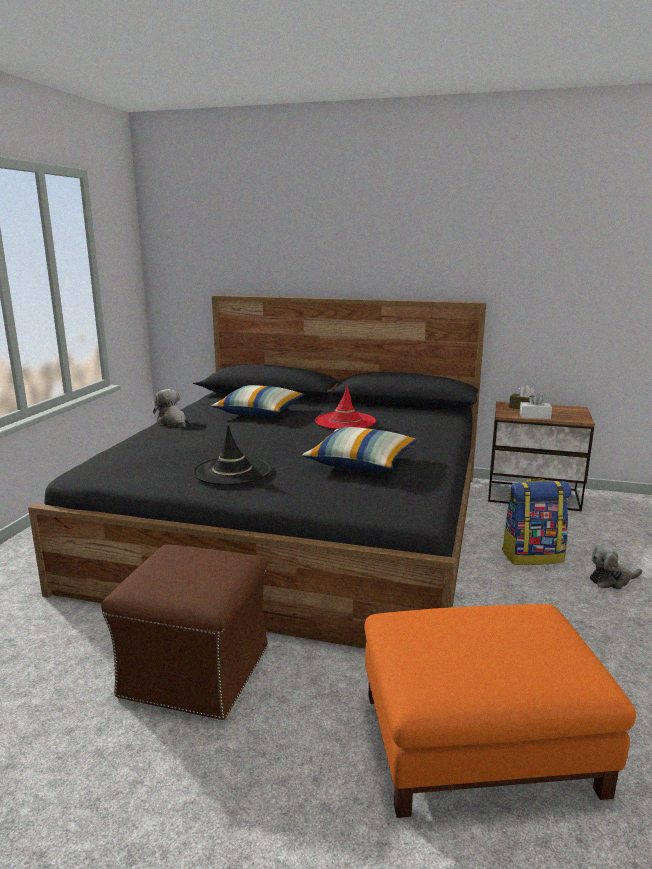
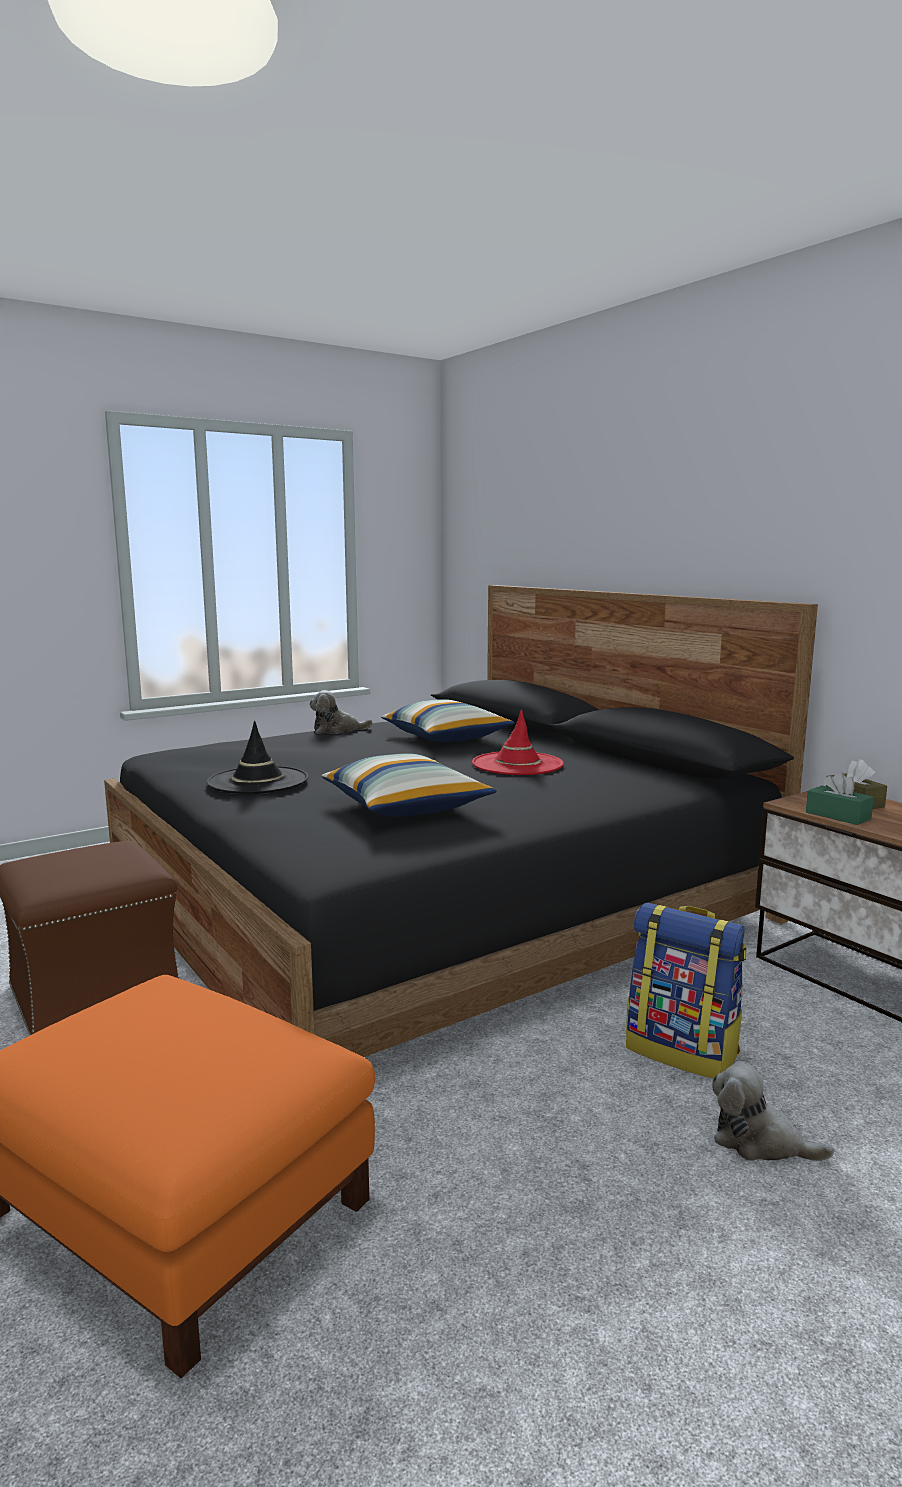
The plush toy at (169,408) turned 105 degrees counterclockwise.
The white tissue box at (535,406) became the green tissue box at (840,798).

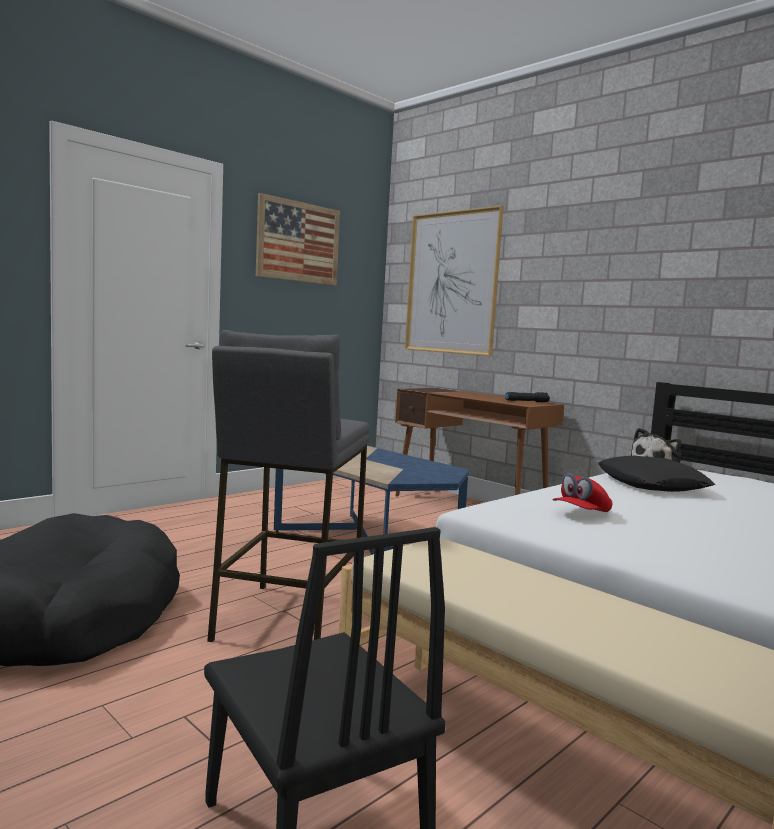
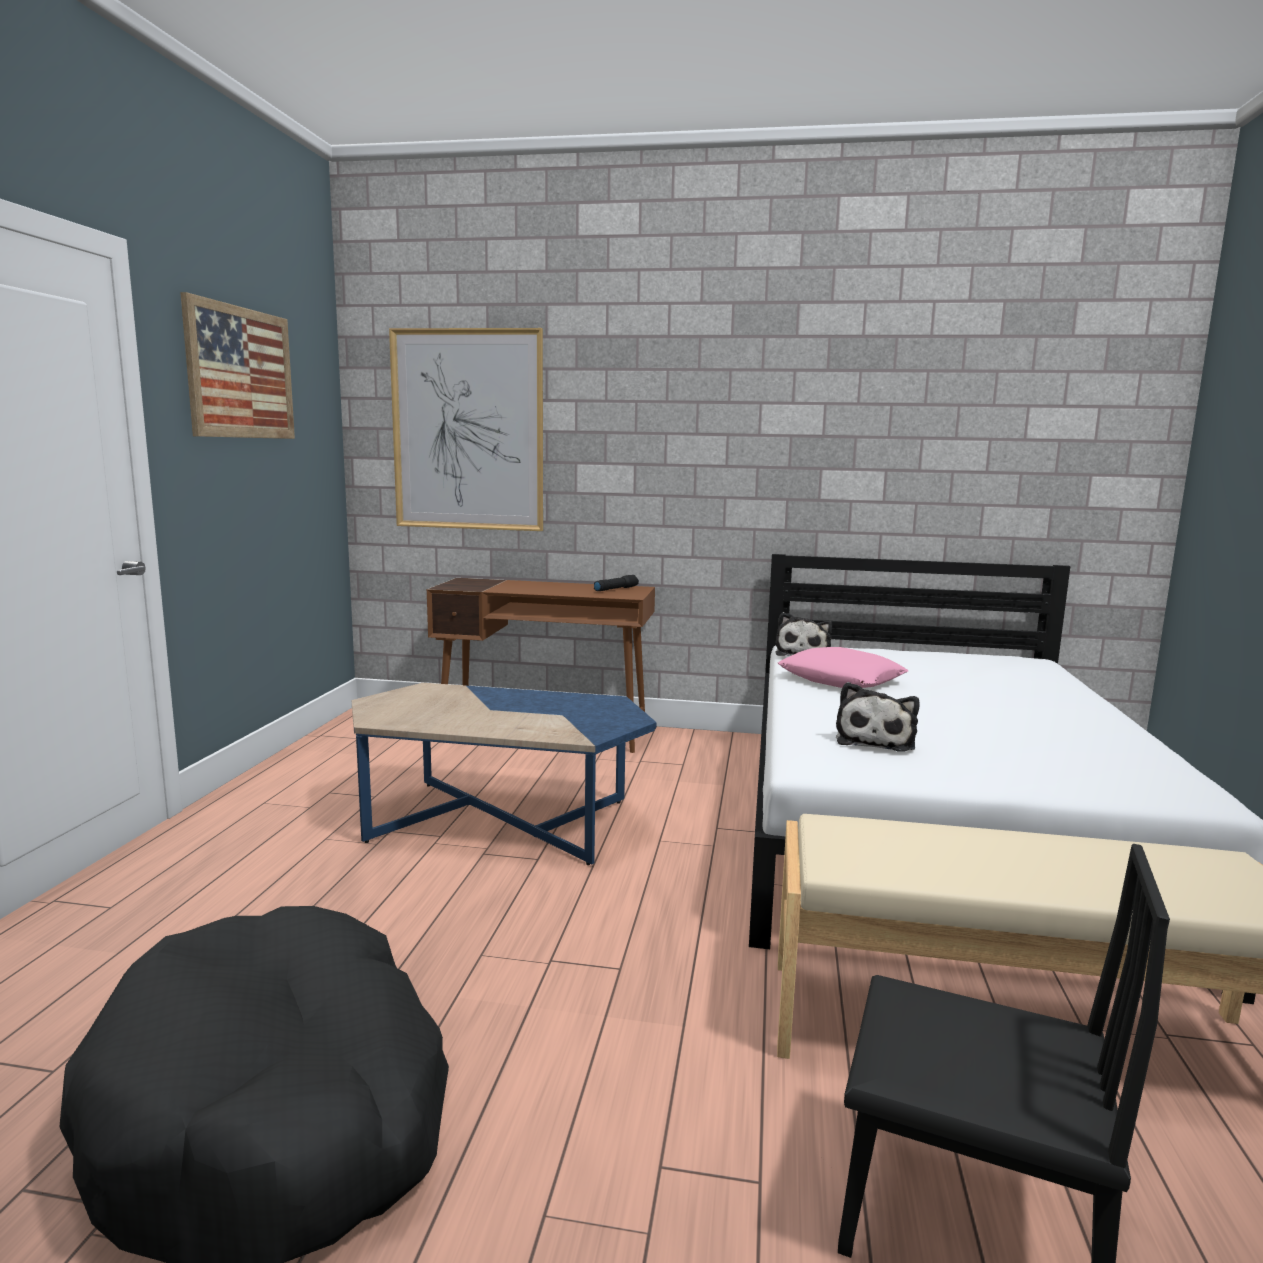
The grey stool at (288,486) disappeared.
The red cap at (582,492) was replaced by the plush toy at (877,717).
The black pillow at (657,474) became the pink pillow at (843,667).

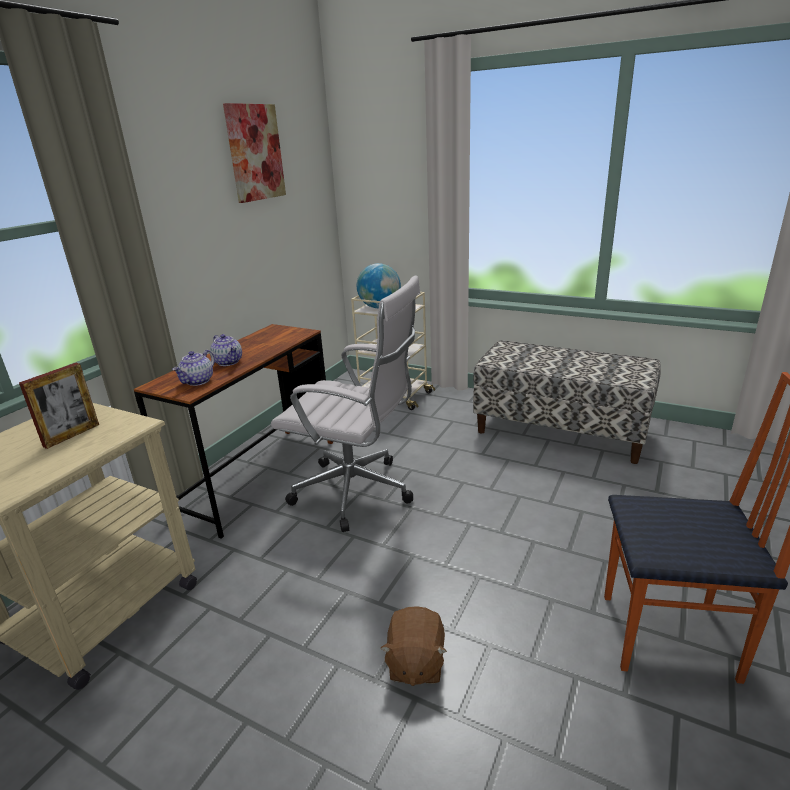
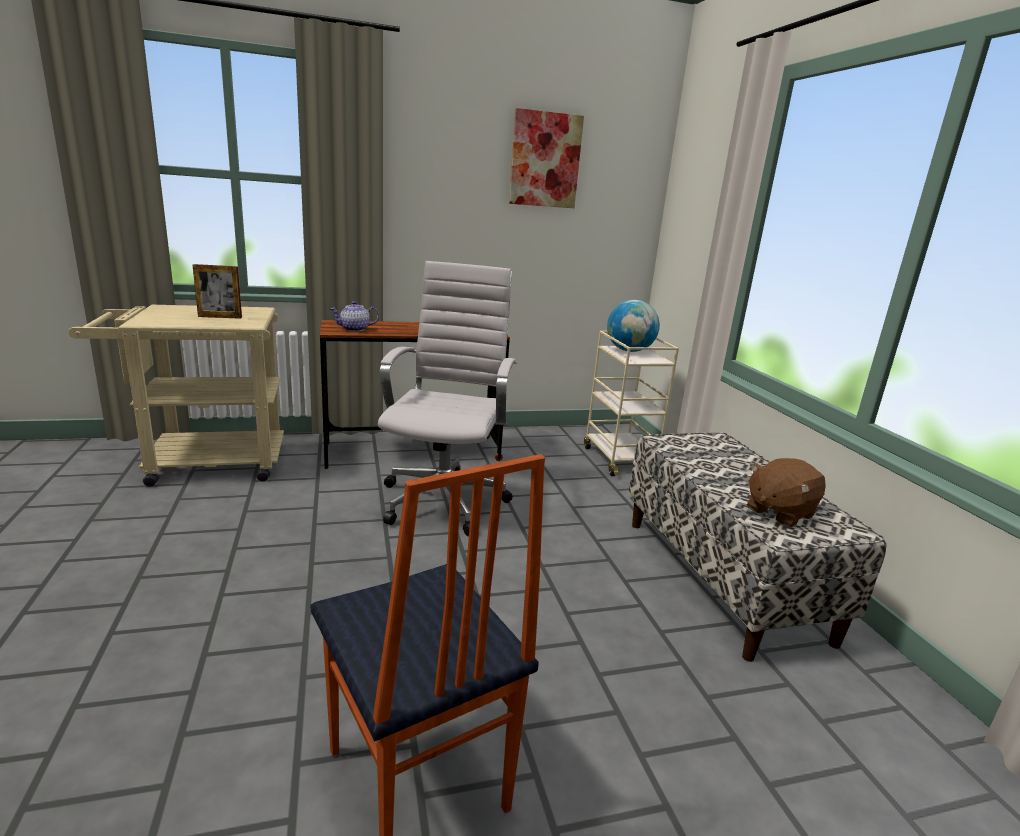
The teapot at (226,350) disappeared.
The white office chair at (345,403) turned 150 degrees counterclockwise.
The brown plush toy moved from (413,646) to (786,492).

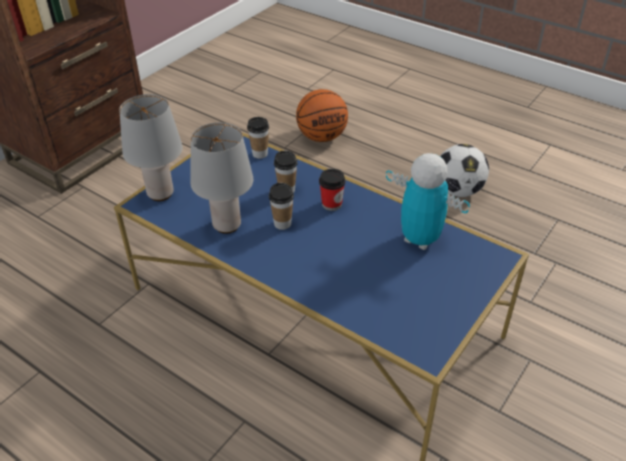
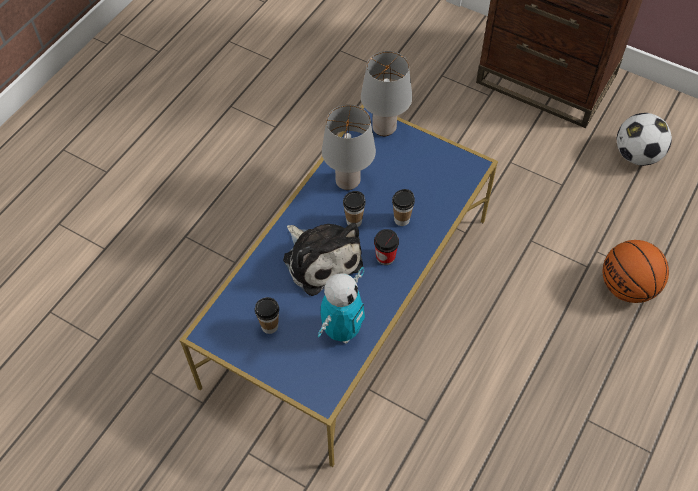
The cup moved from (258,138) to (267,315).
The football moved from (464,170) to (644,139).
The plush toy at (323,259) appeared.

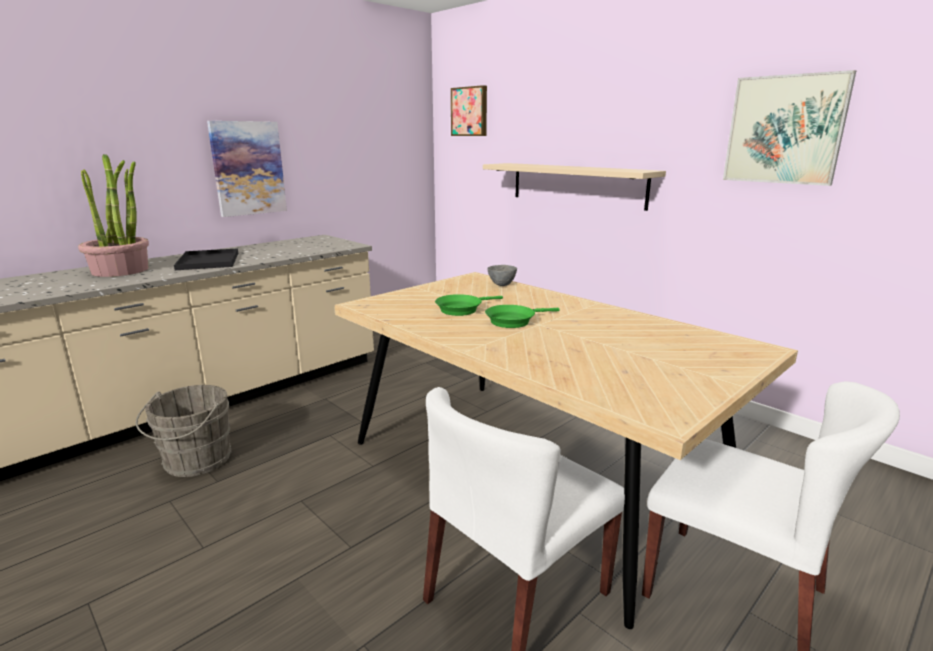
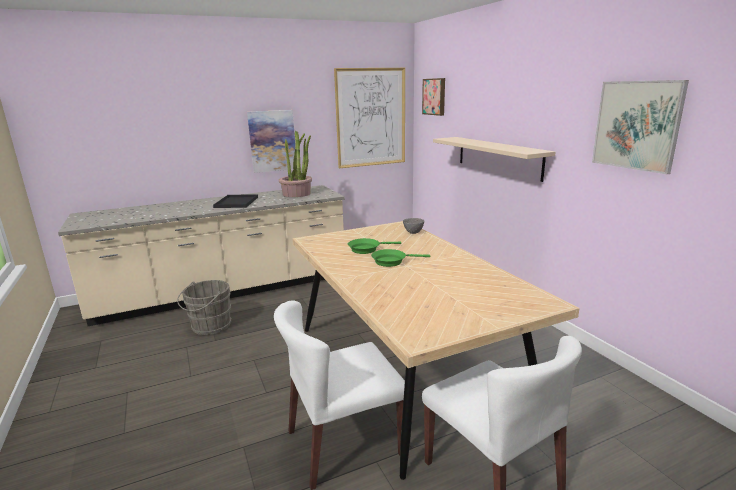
The potted plant moved from (113,215) to (295,164).
The picture at (369,118) appeared.

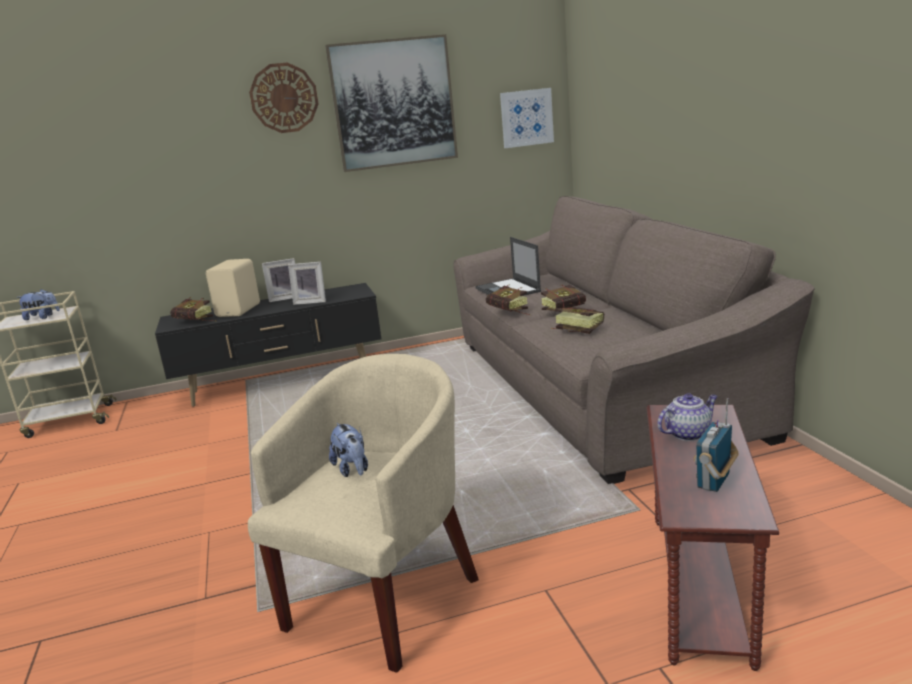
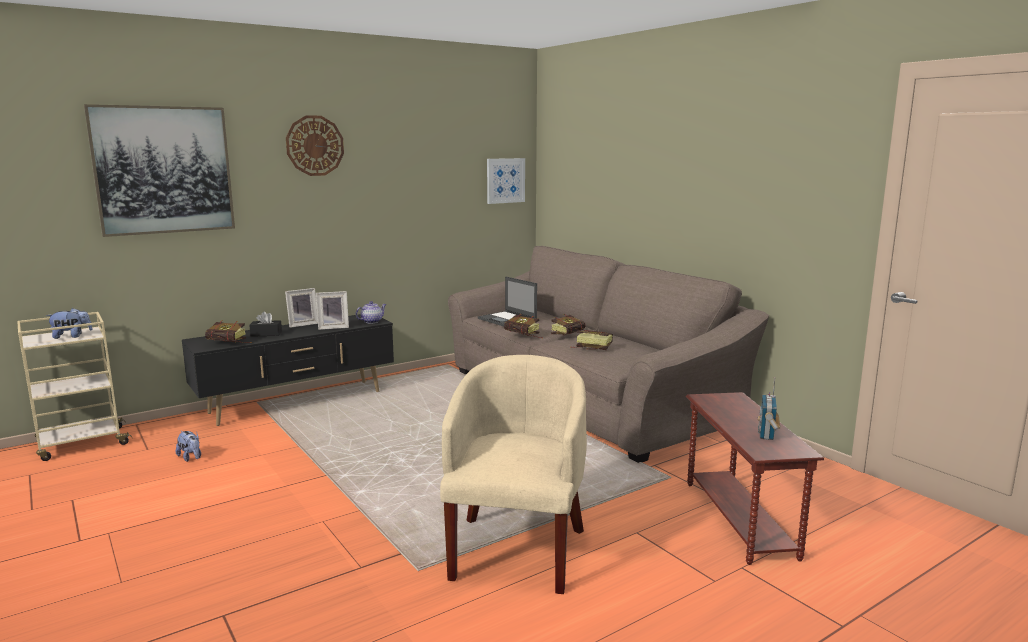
The beige speaker at (233,288) was replaced by the black tissue box at (265,324).
The picture moved from (391,103) to (159,170).
The plush toy moved from (348,450) to (188,446).
The teapot moved from (687,417) to (371,312).

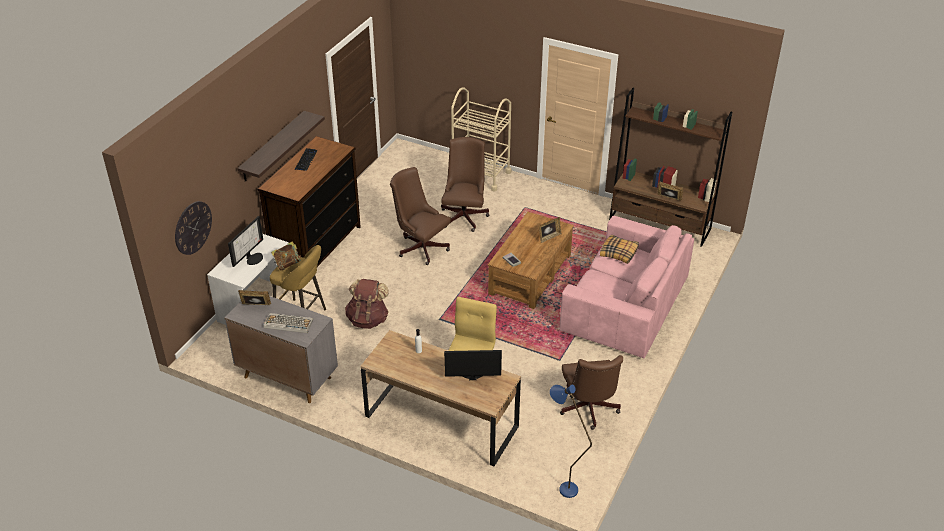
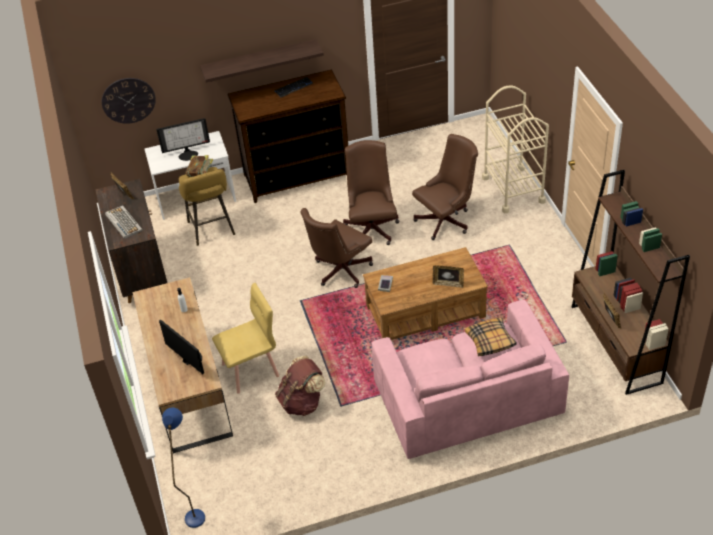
The grey cabinet at (281,346) became the brown cabinet at (131,241).
The brown backpack moved from (367,304) to (300,386).
The brown office chair moved from (591,392) to (336,248).

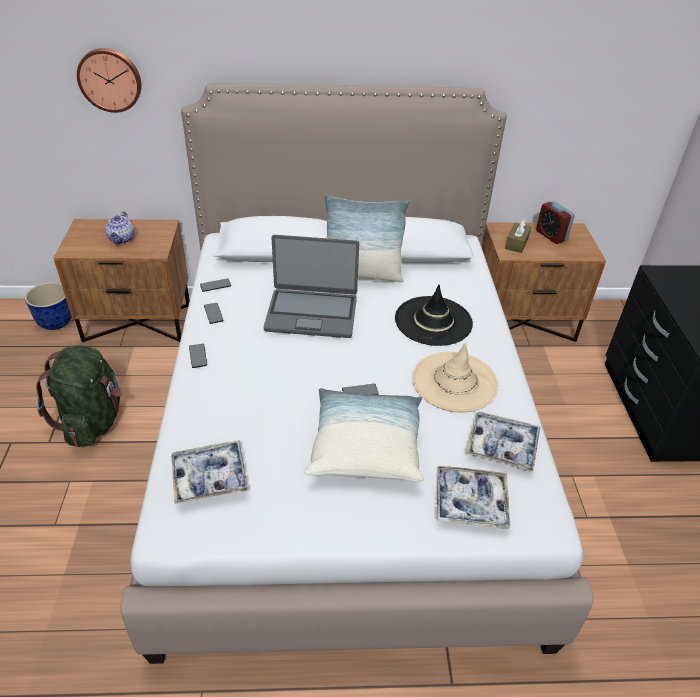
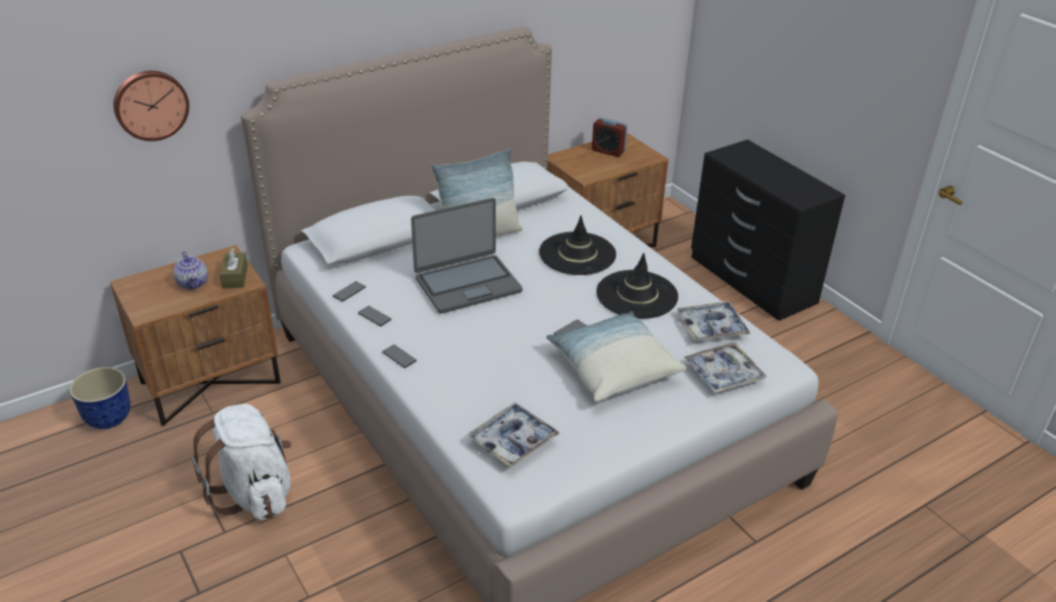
The green backpack at (79,396) became the white backpack at (242,462).
The beige hat at (455,377) became the black hat at (637,286).
The brown tissue box moved from (518,236) to (234,268).

